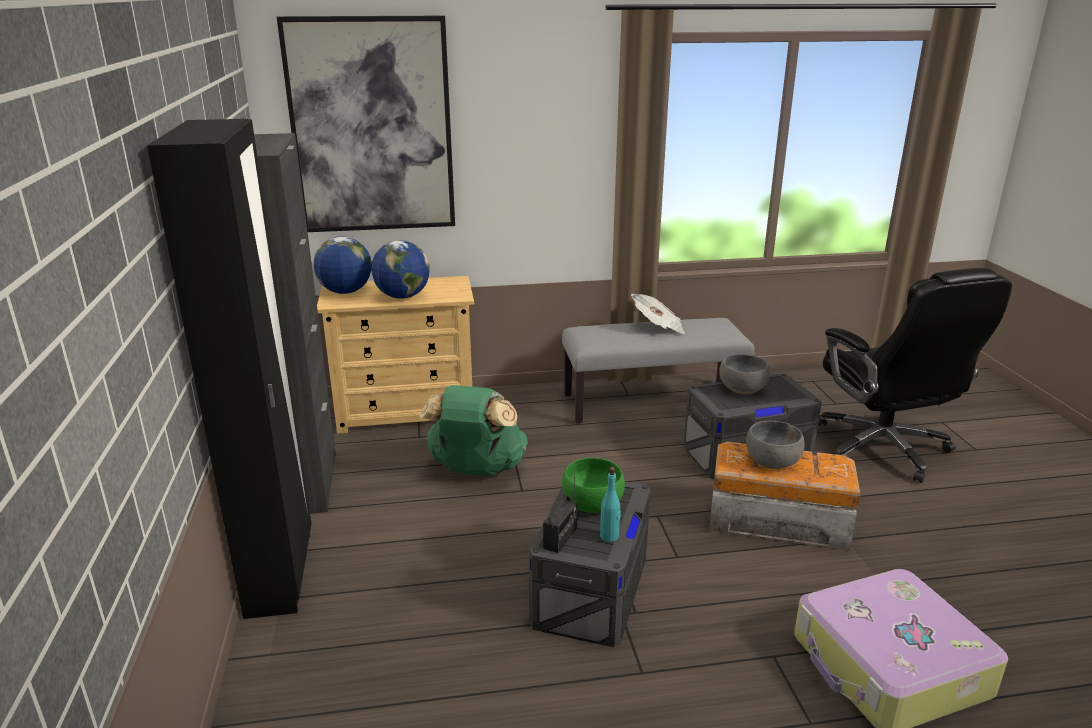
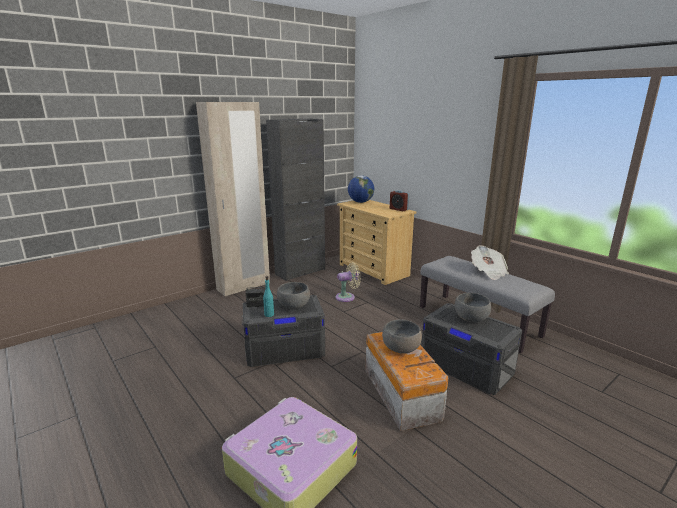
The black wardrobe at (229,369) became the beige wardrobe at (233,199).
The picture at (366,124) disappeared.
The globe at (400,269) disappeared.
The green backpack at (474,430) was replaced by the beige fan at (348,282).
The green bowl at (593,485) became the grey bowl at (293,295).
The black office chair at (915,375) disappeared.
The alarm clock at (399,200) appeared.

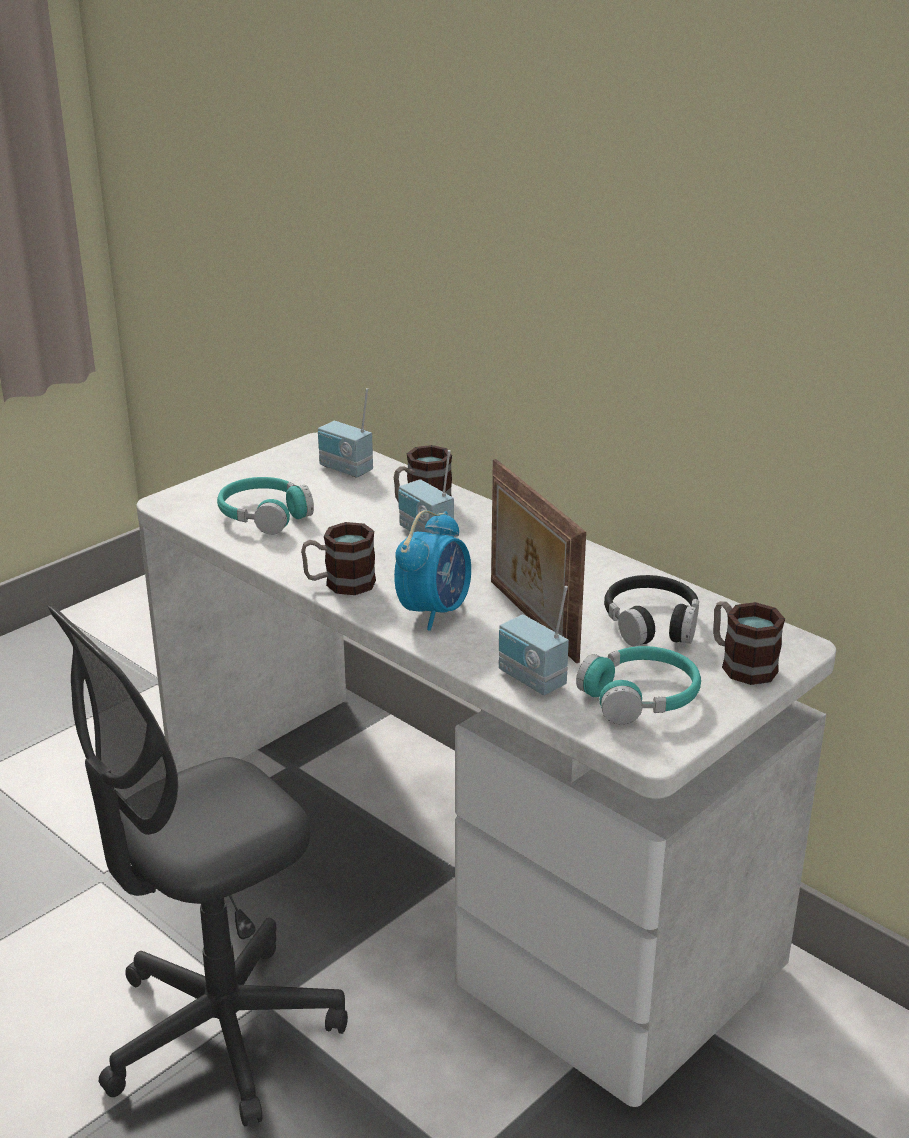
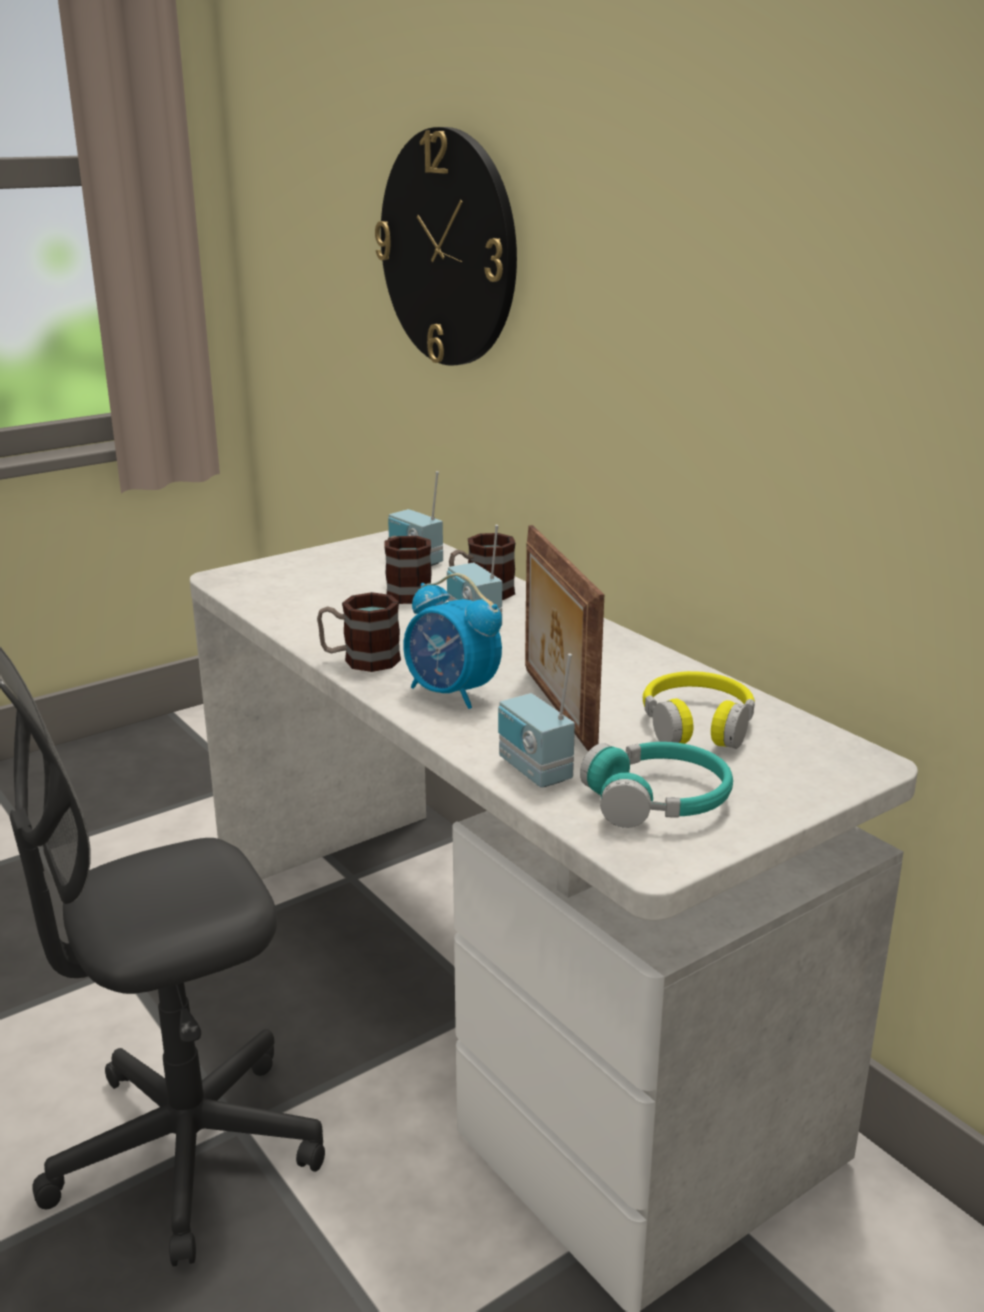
The turquoise headphones at (265,506) disappeared.
The alarm clock at (432,570) turned 90 degrees clockwise.
The black headphones at (651,611) became the yellow headphones at (699,710).
The mug moved from (749,643) to (408,570).
The wall clock at (446,246) appeared.

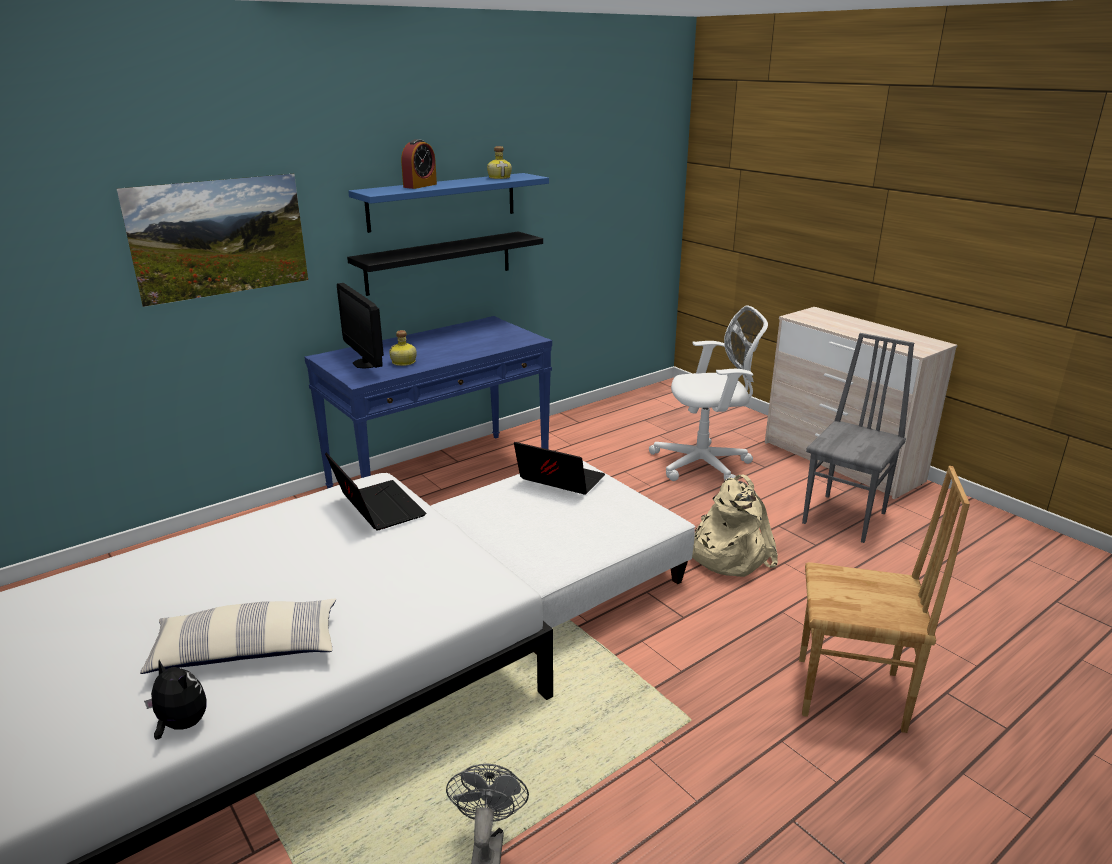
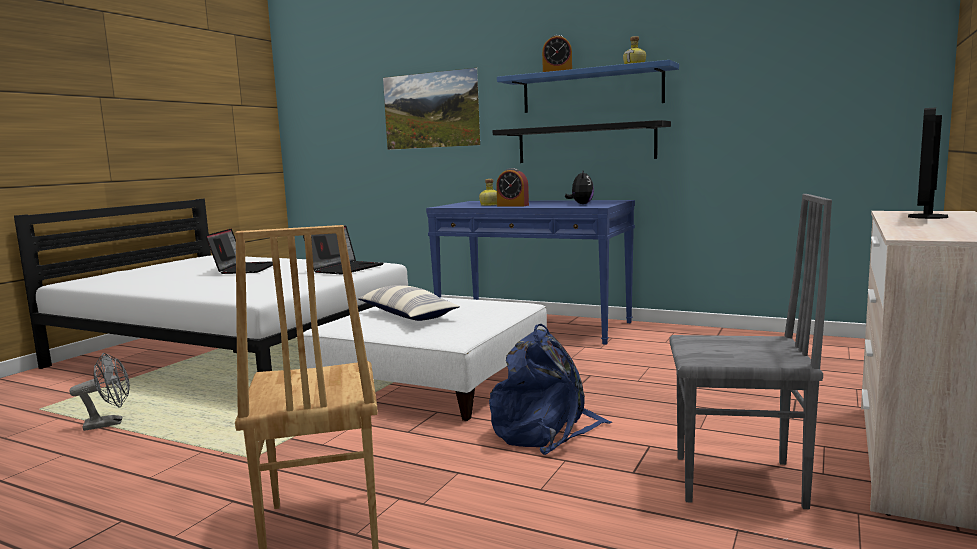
The pillow moved from (238,636) to (409,303).
The plush toy moved from (175,700) to (579,187).
The monitor moved from (360,326) to (928,163).
The laptop moved from (559,468) to (239,251).
The white office chair at (708,393) disappeared.
The beige backpack at (735,525) became the blue backpack at (550,389).
The alarm clock at (512,187) appeared.

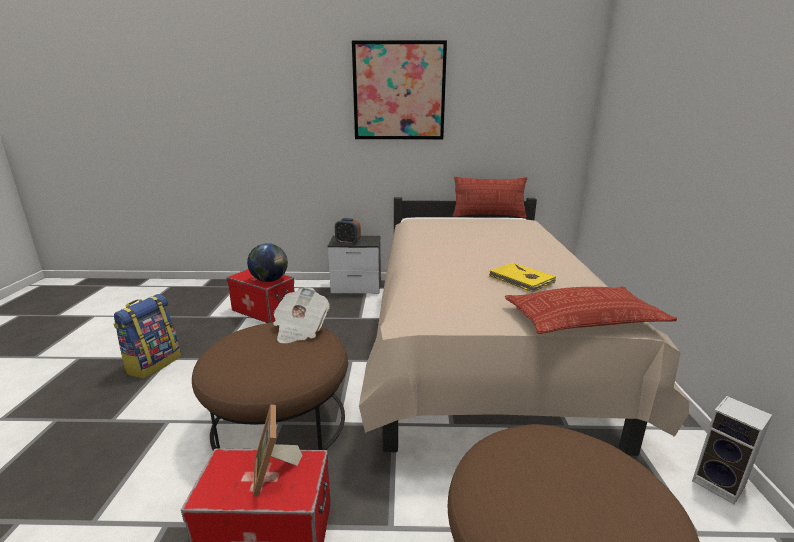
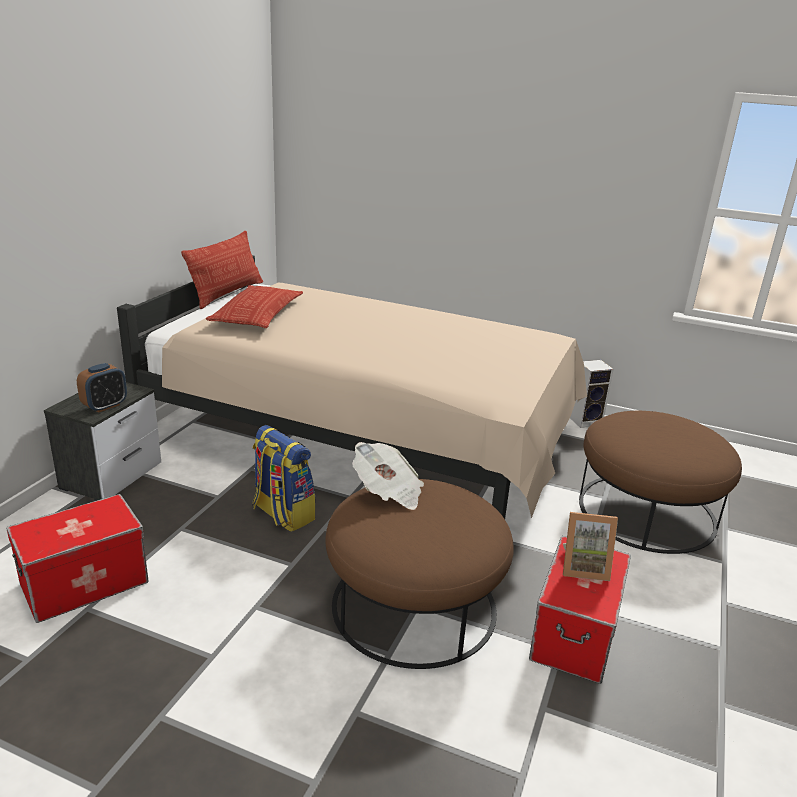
The backpack moved from (147,336) to (283,478).
The globe at (267,262) disappeared.
The picture at (399,89) disappeared.
The yellow book at (522,277) disappeared.
The pillow moved from (591,310) to (254,306).

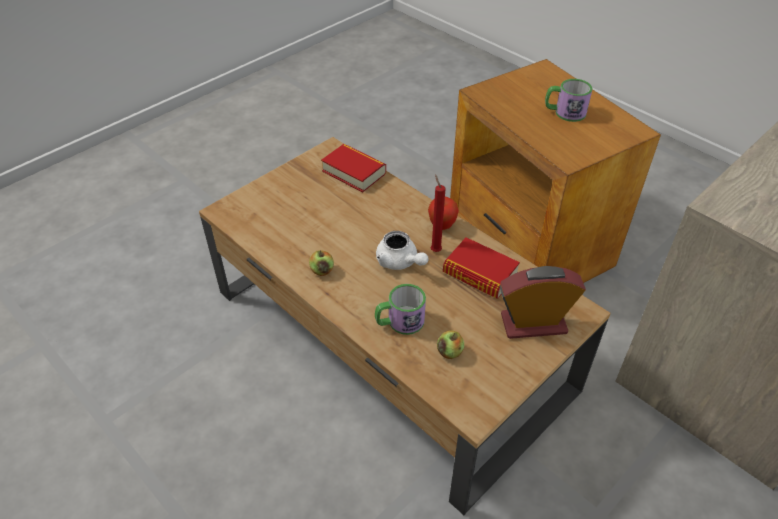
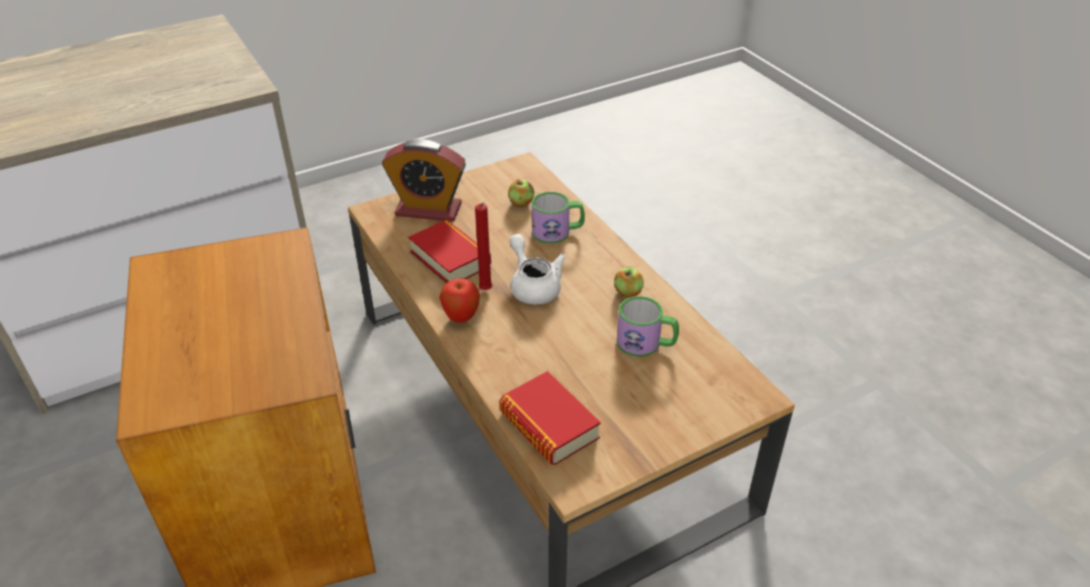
The mug moved from (568,100) to (648,326).

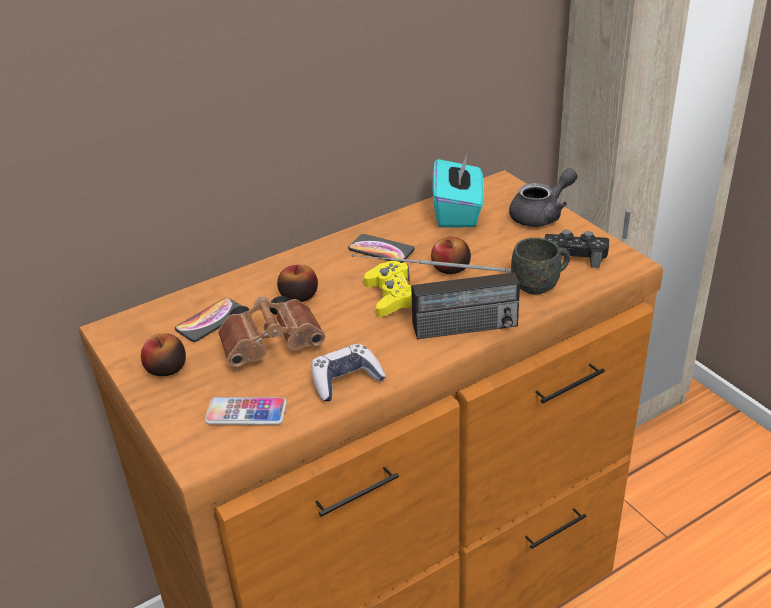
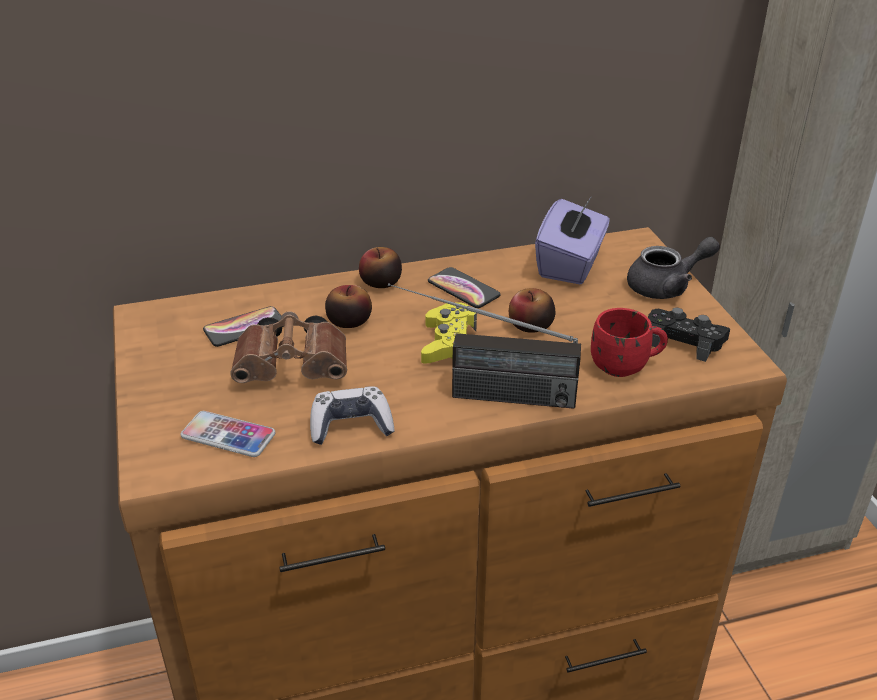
The apple moved from (163,354) to (380,267).
The turquoise tissue box at (458,191) became the purple tissue box at (572,241).
The grey mug at (540,265) became the red mug at (629,342).

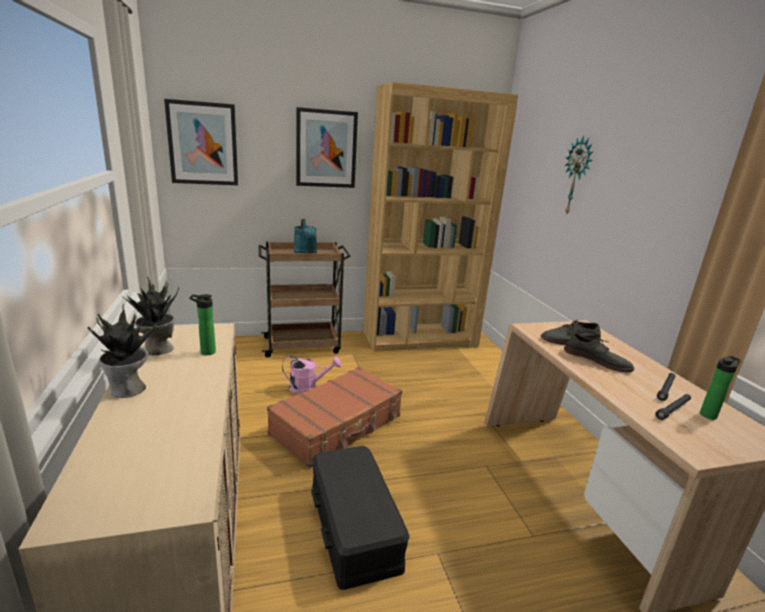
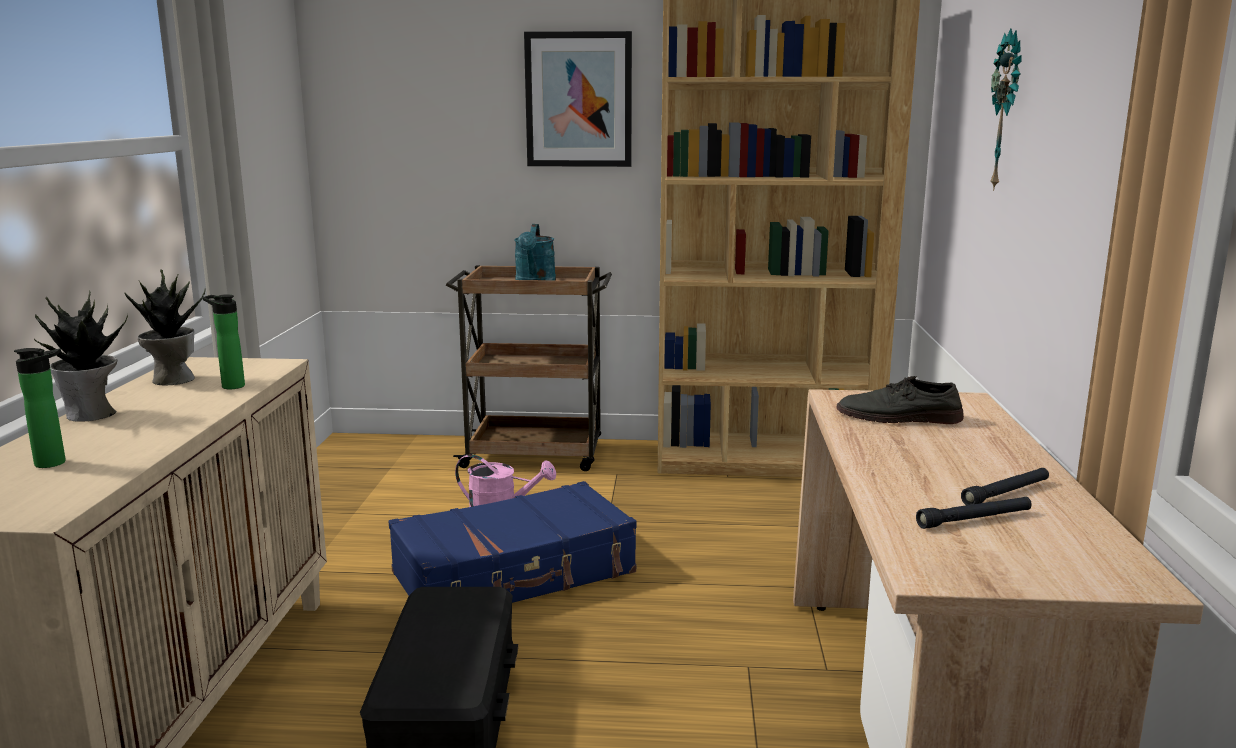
The picture at (201,142) disappeared.
The brown suitcase at (334,417) became the blue suitcase at (512,542).
The grey shoe at (599,353) disappeared.
The bottle moved from (720,388) to (40,408).

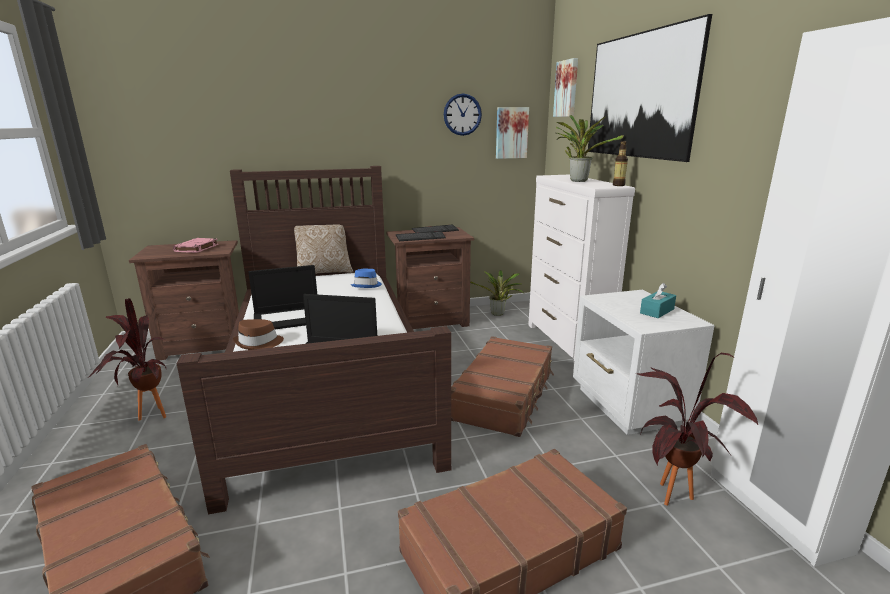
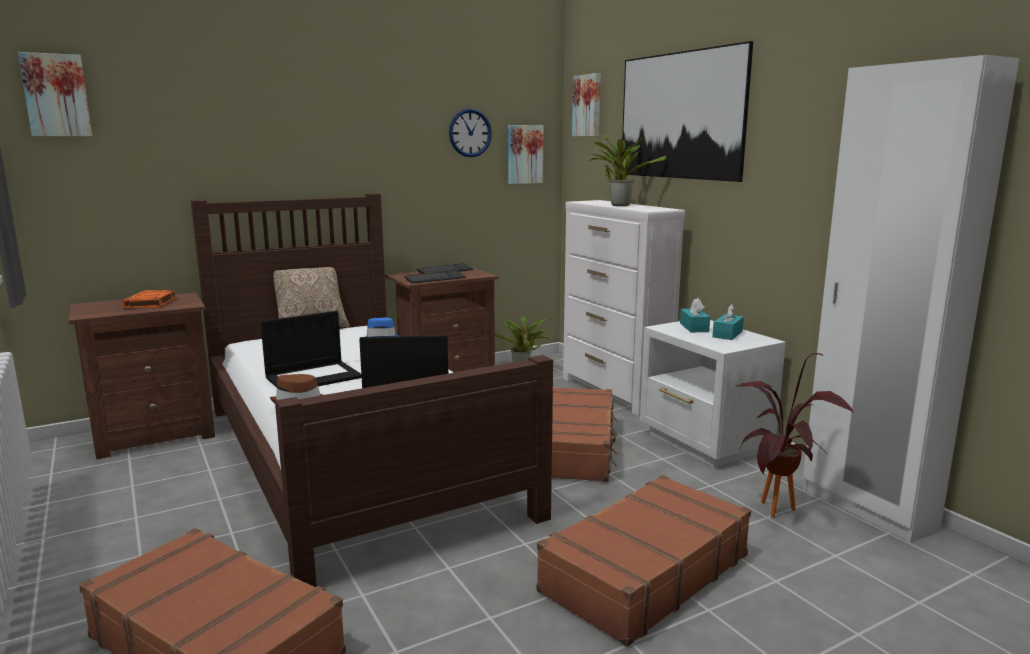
The potted plant at (127,359) disappeared.
The pink book at (195,245) became the orange book at (149,299).
The bottle at (620,163) disappeared.
The picture at (55,94) appeared.
The turquoise tissue box at (695,315) appeared.

